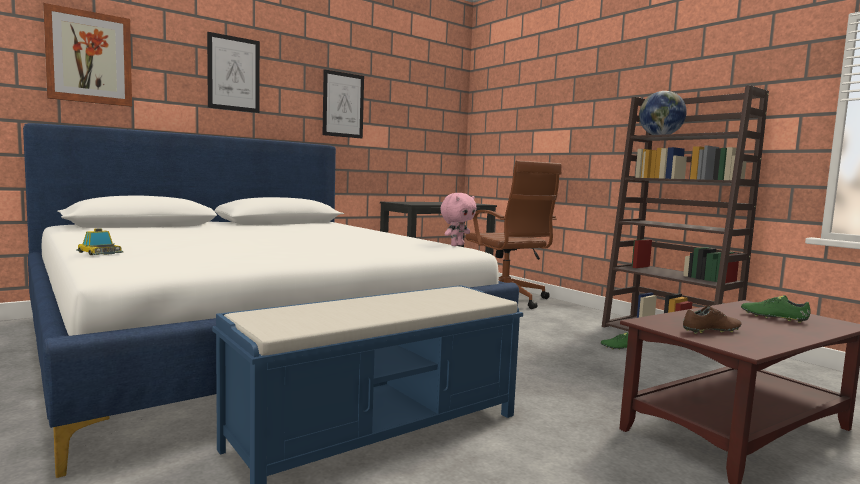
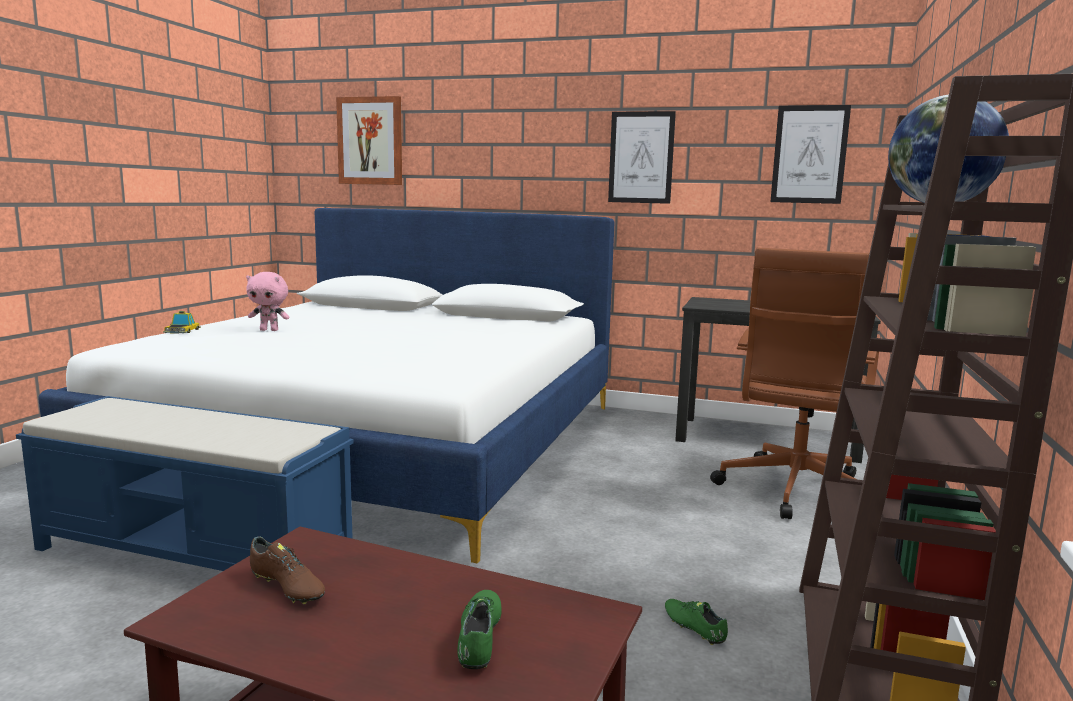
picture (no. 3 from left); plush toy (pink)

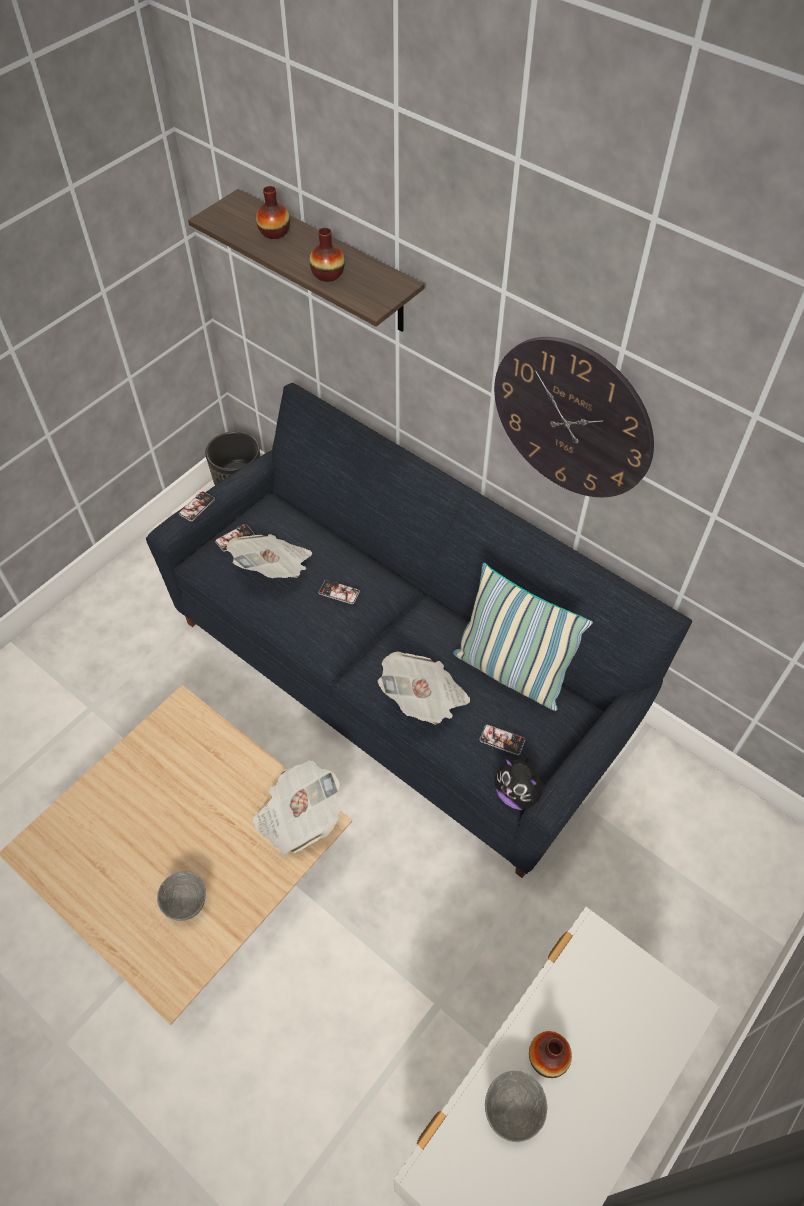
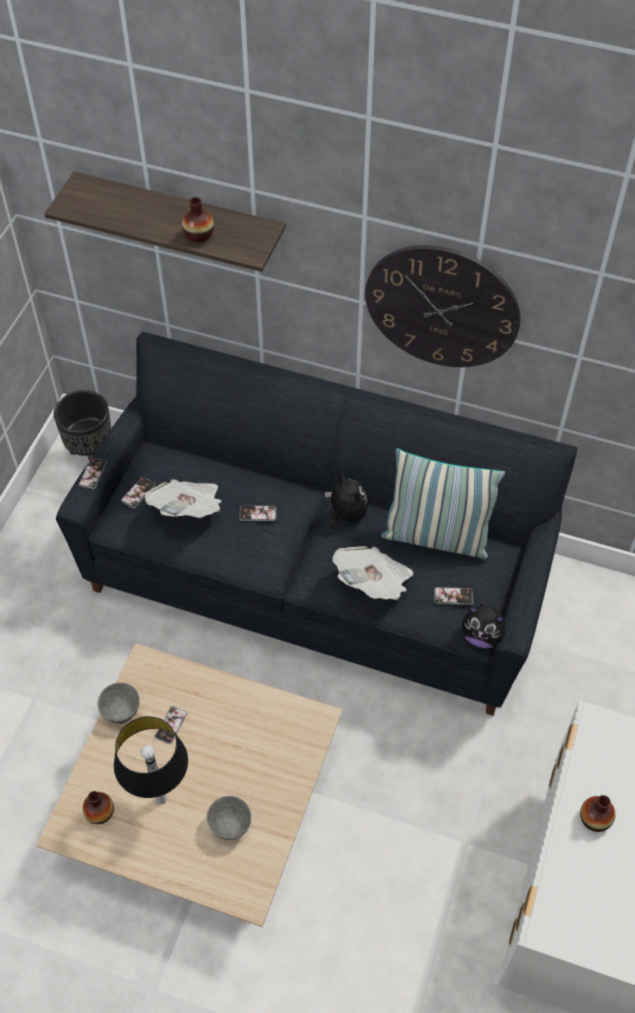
vase (no. 1 from left); newspaper (no. 2 from left in the first image); bowl (grey) (no. 1 from left); plush toy (no. 1 from left); phone (no. 3 from left); table lamp

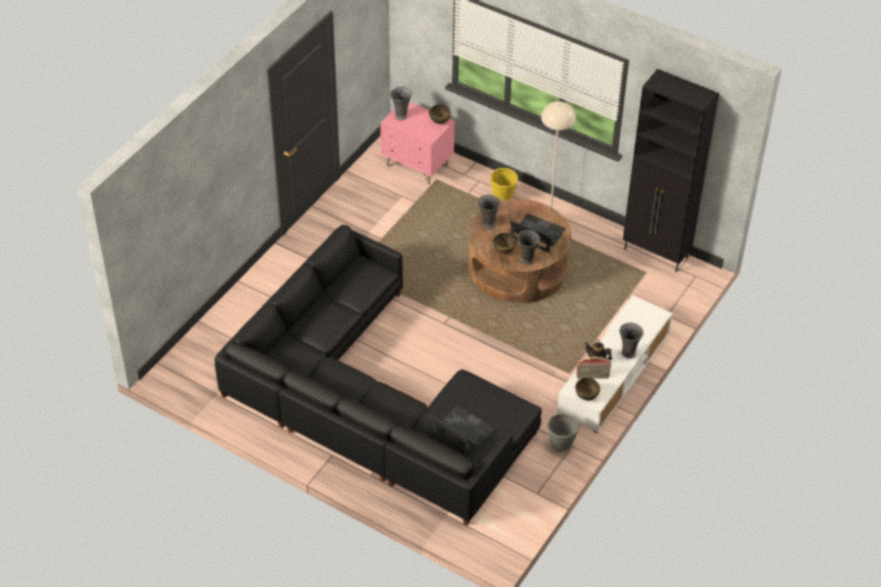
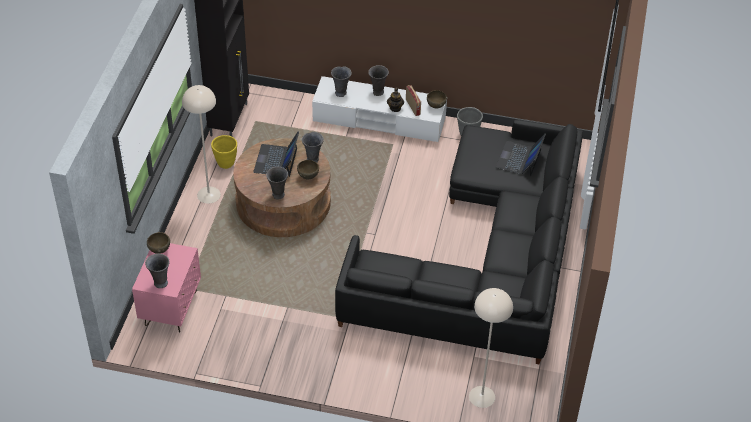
planter (yellow); vase (grey) (no. 4 from left); floor lamp (beige) (no. 2 from left)

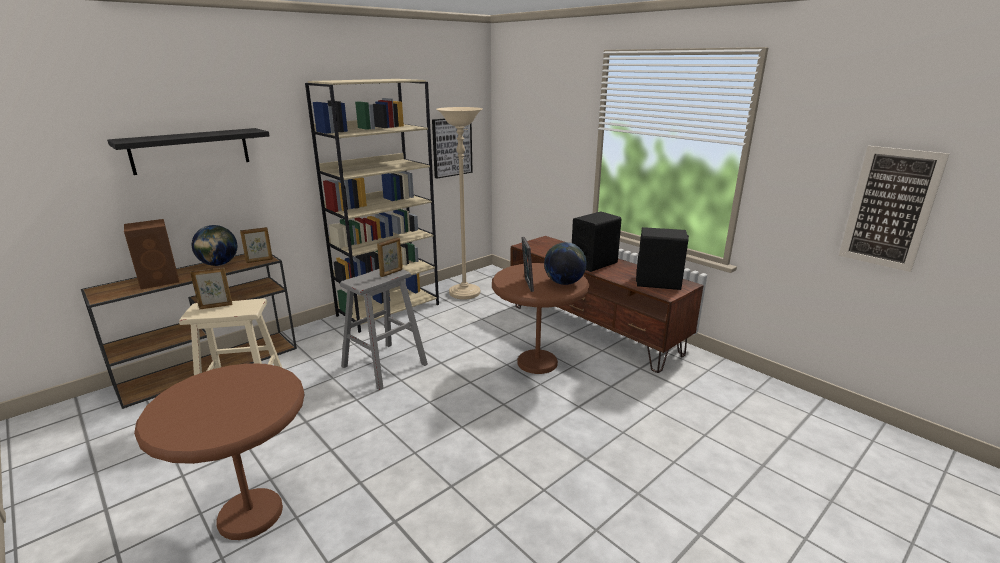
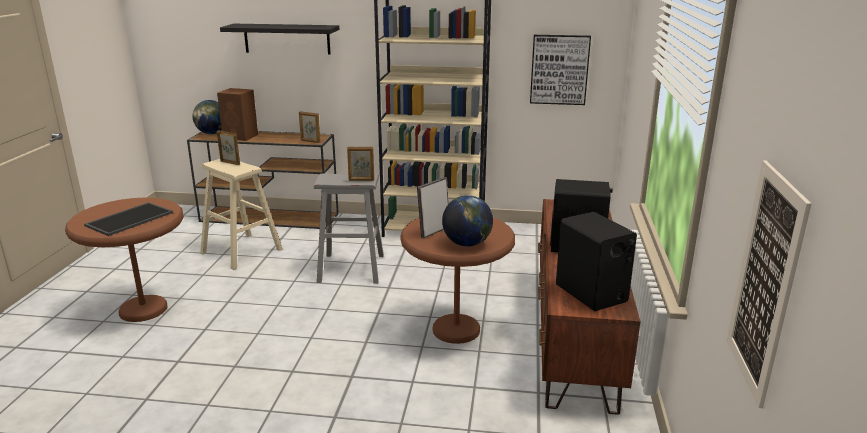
floor lamp (beige); globe (no. 1 from left); tray

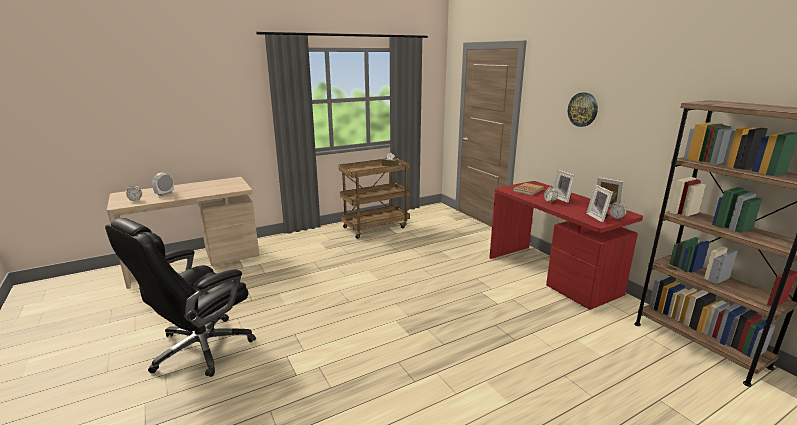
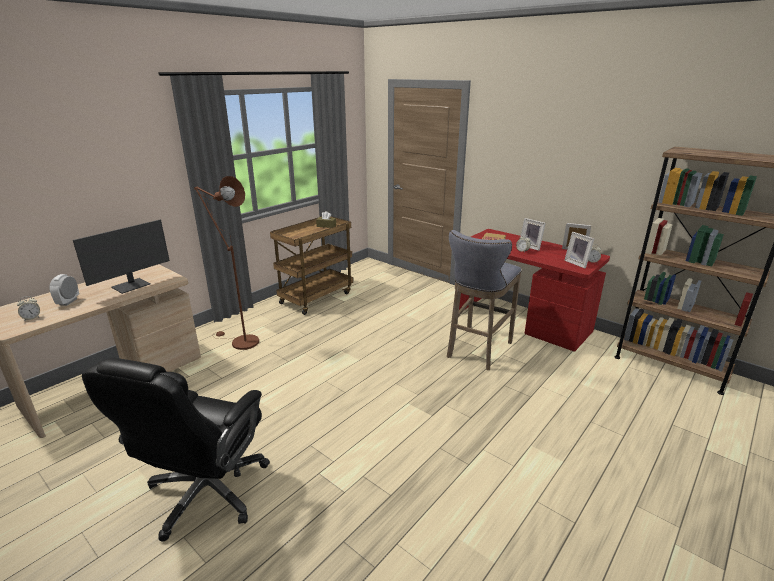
wall clock; floor lamp (brown); monitor; stool (grey)

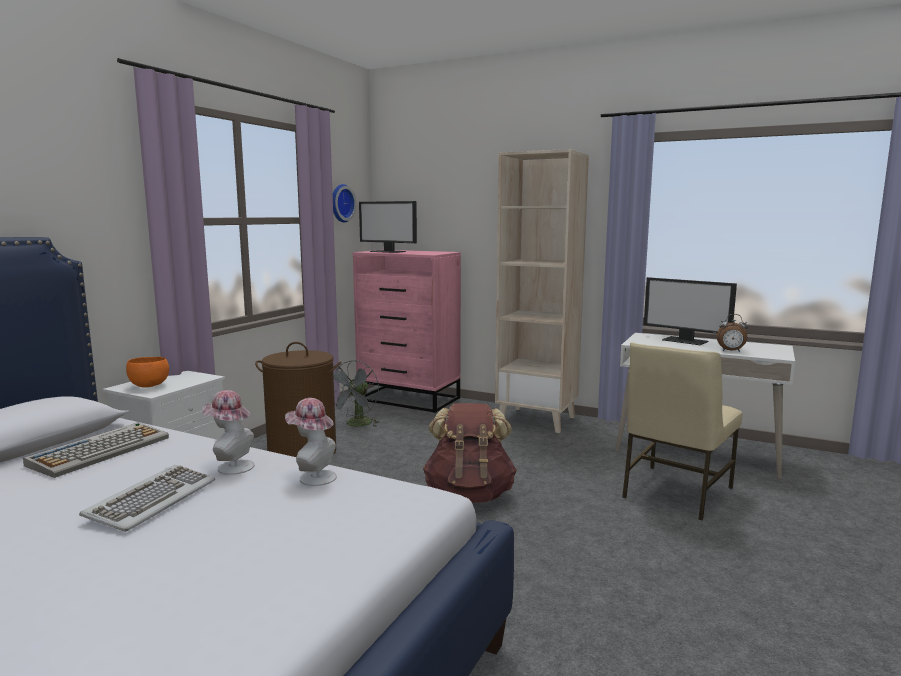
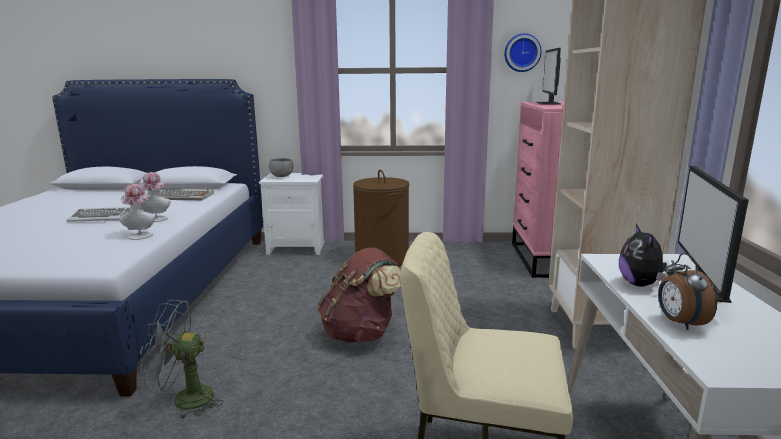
bowl (grey); fan (grey); plush toy

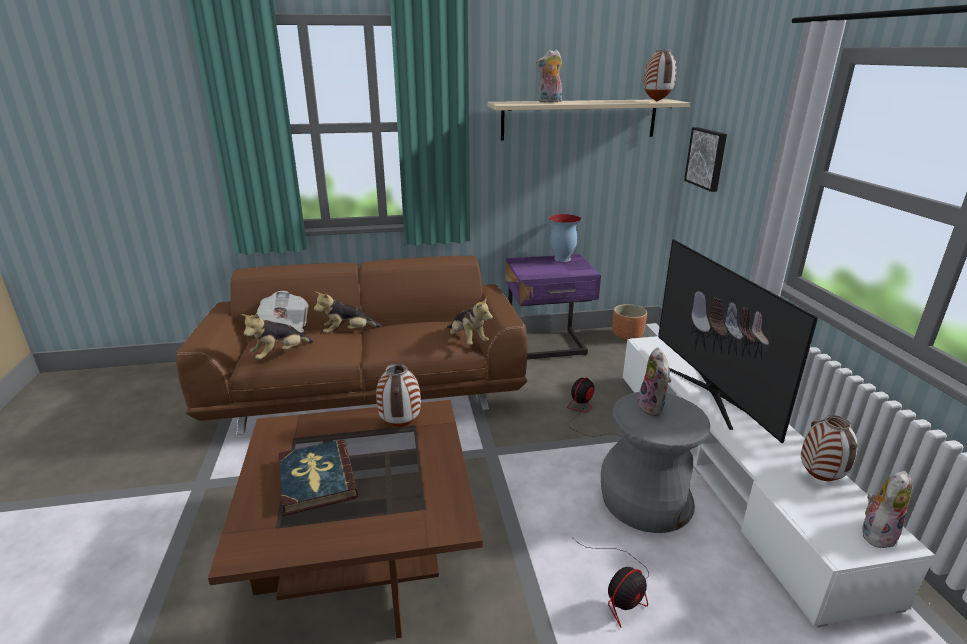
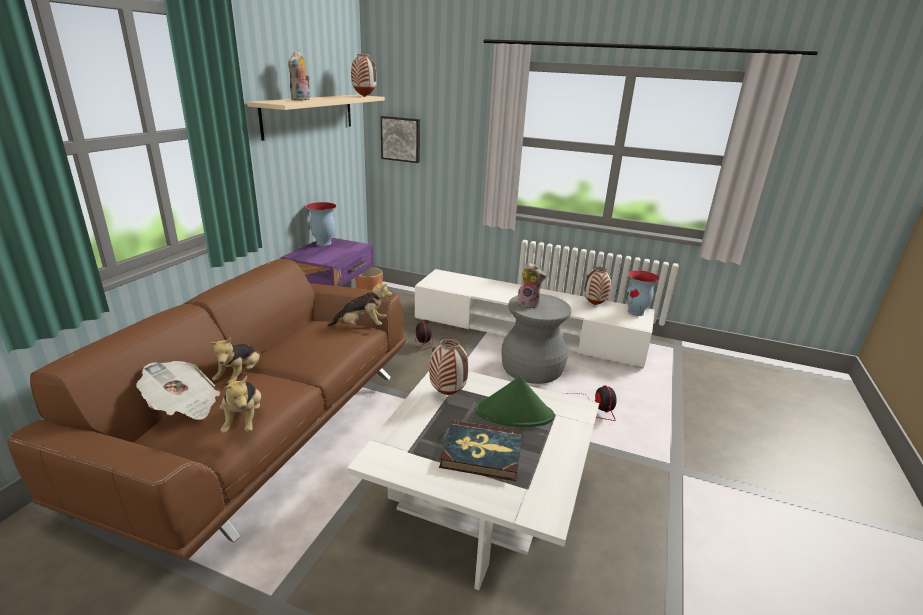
television; coffee table (white); vase (no. 5 from left); hat (green)

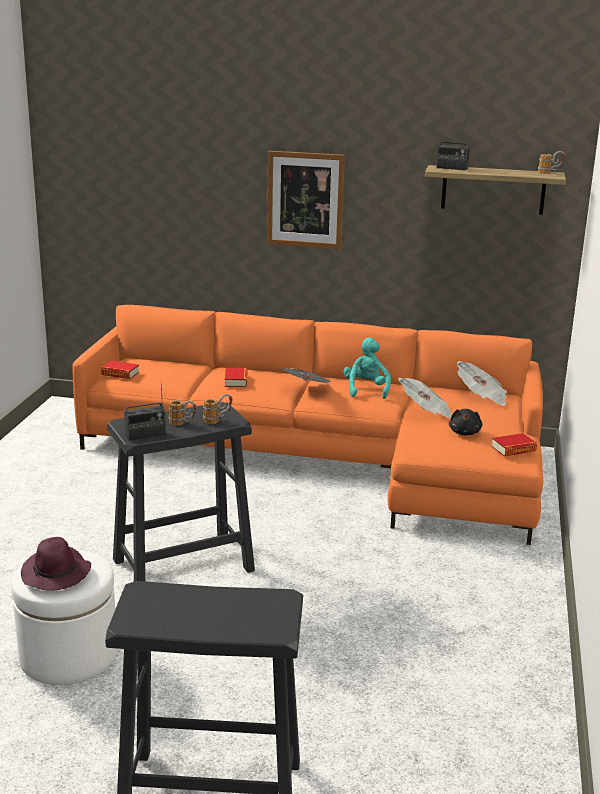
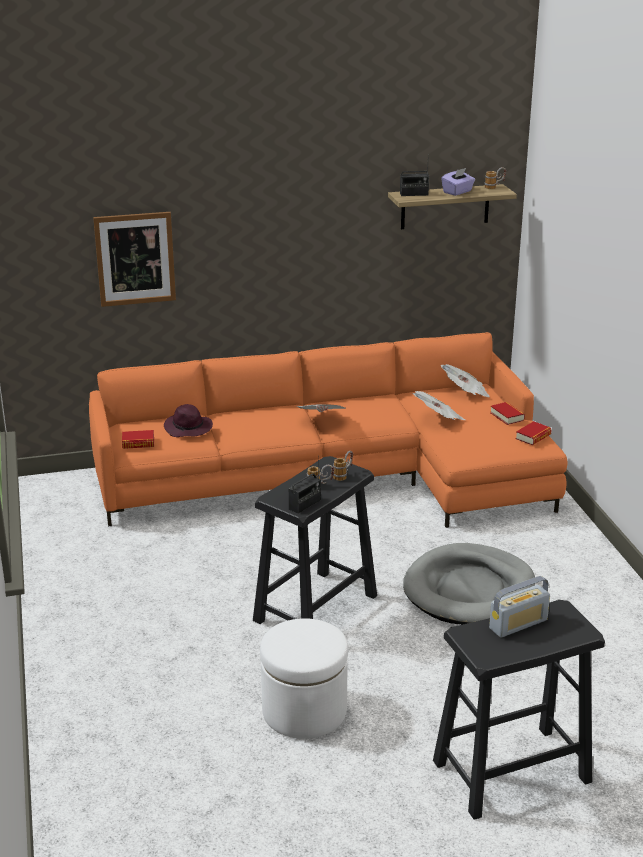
picture; plush toy (turquoise); book (no. 2 from left); plush toy (black); hat (purple); tissue box (purple); dog bed (grey); radio (no. 3 from left)

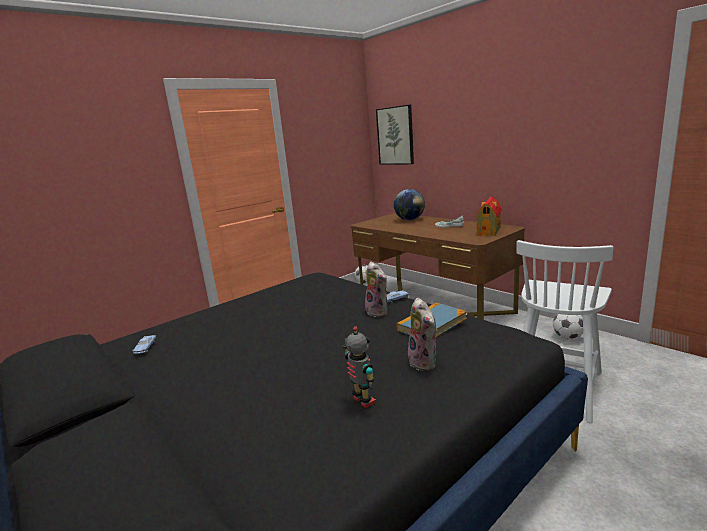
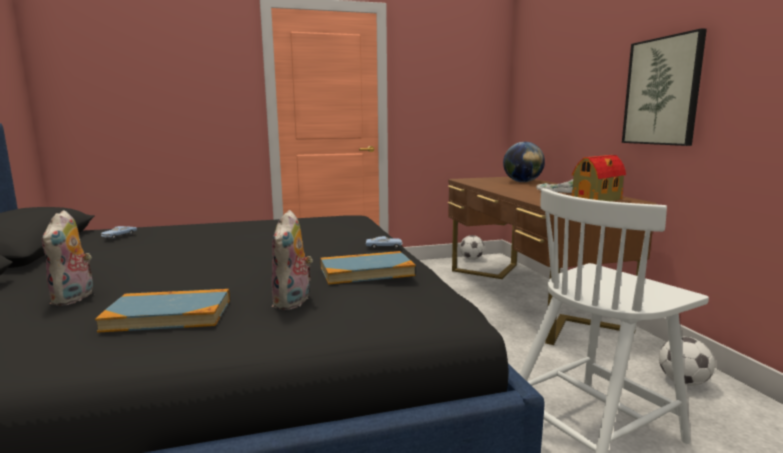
picture; plush toy (no. 1 from left); book (no. 1 from left)

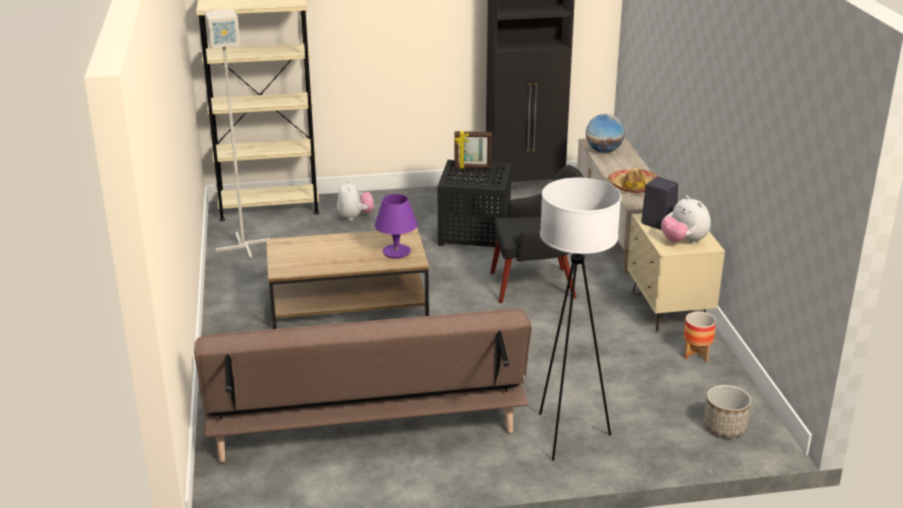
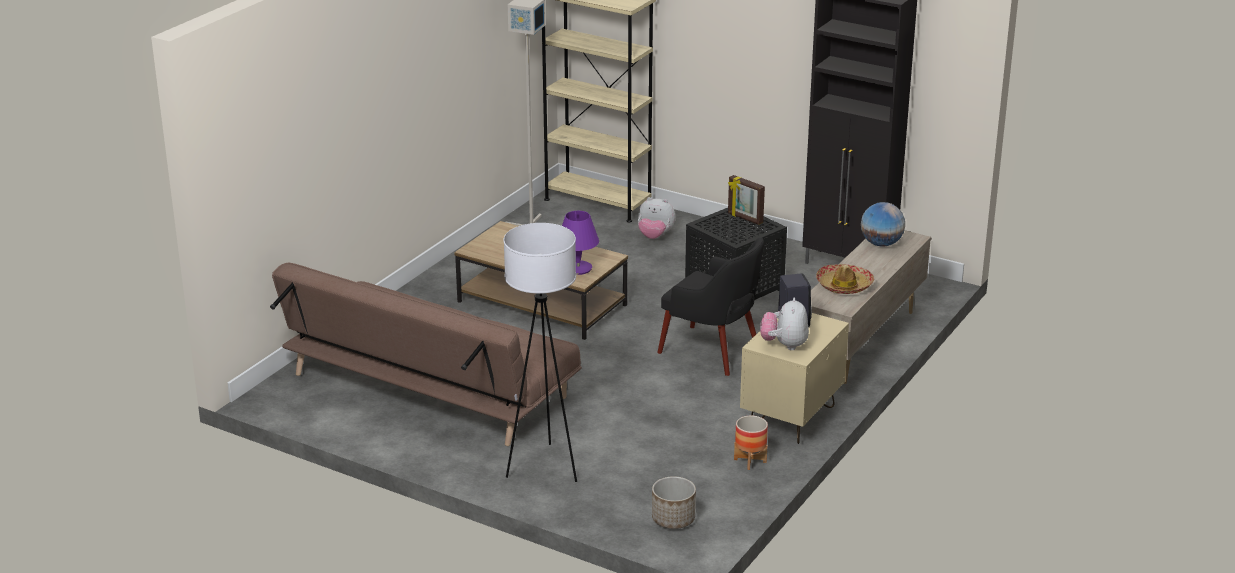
plush toy (no. 1 from left)

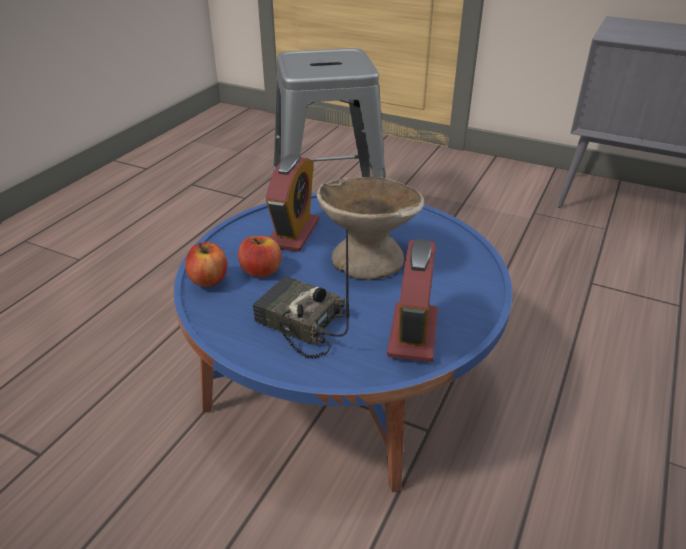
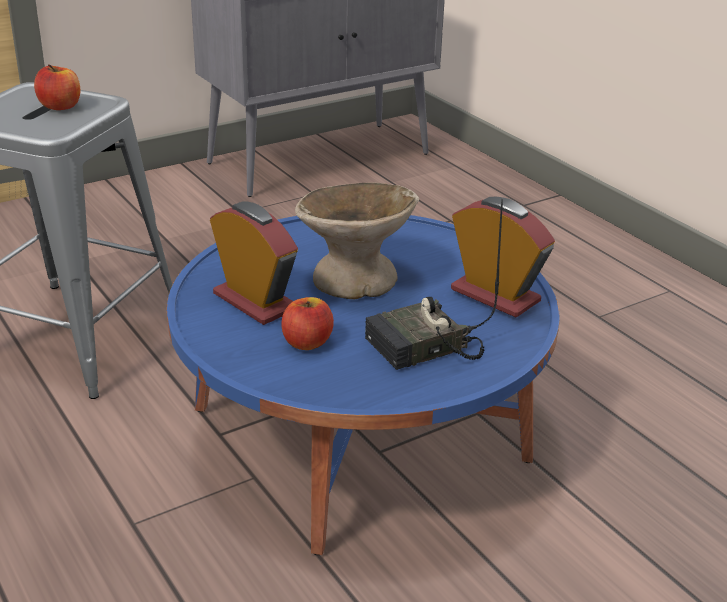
apple (no. 1 from left)

